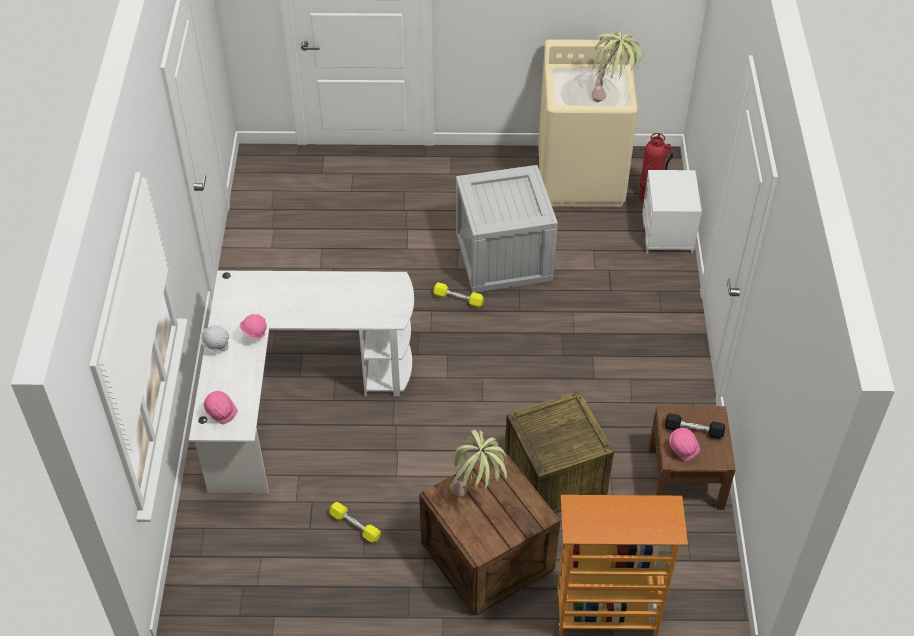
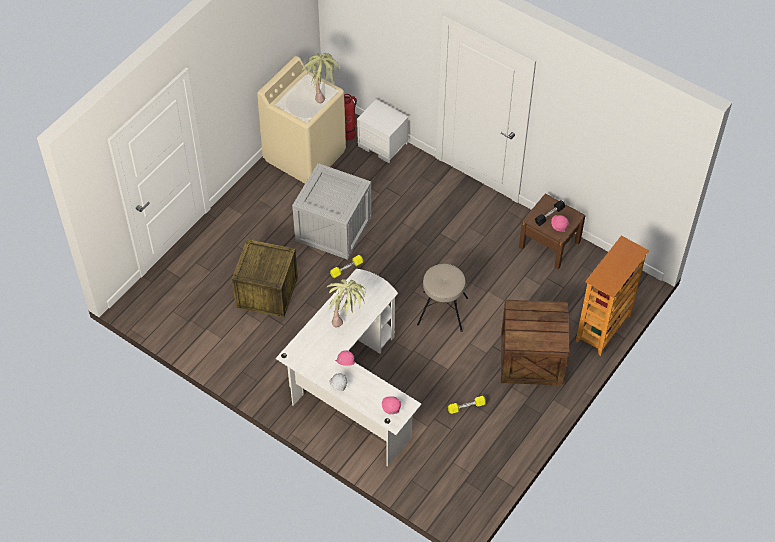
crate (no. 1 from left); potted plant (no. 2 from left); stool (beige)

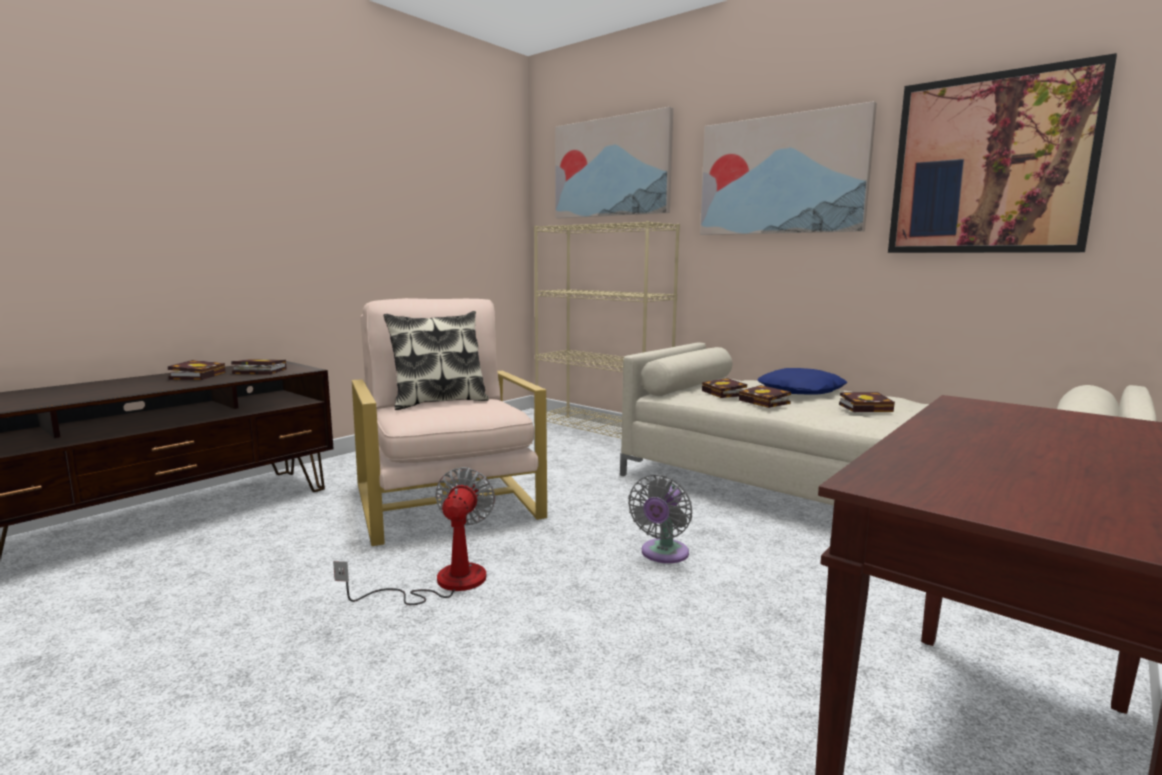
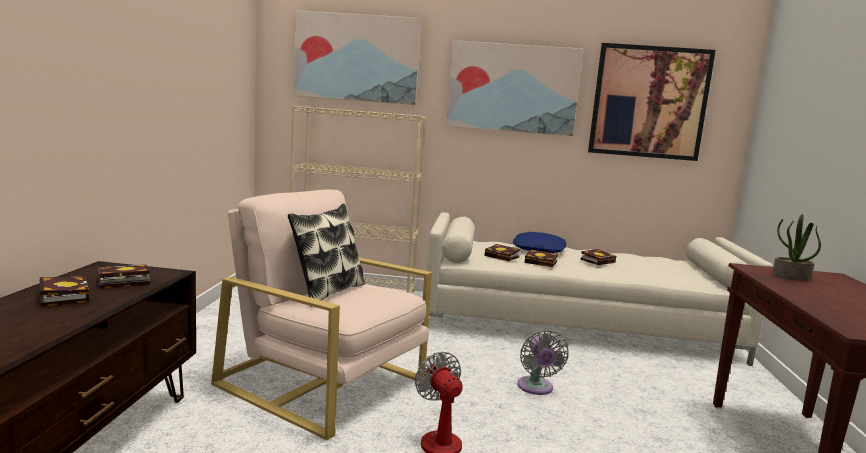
potted plant

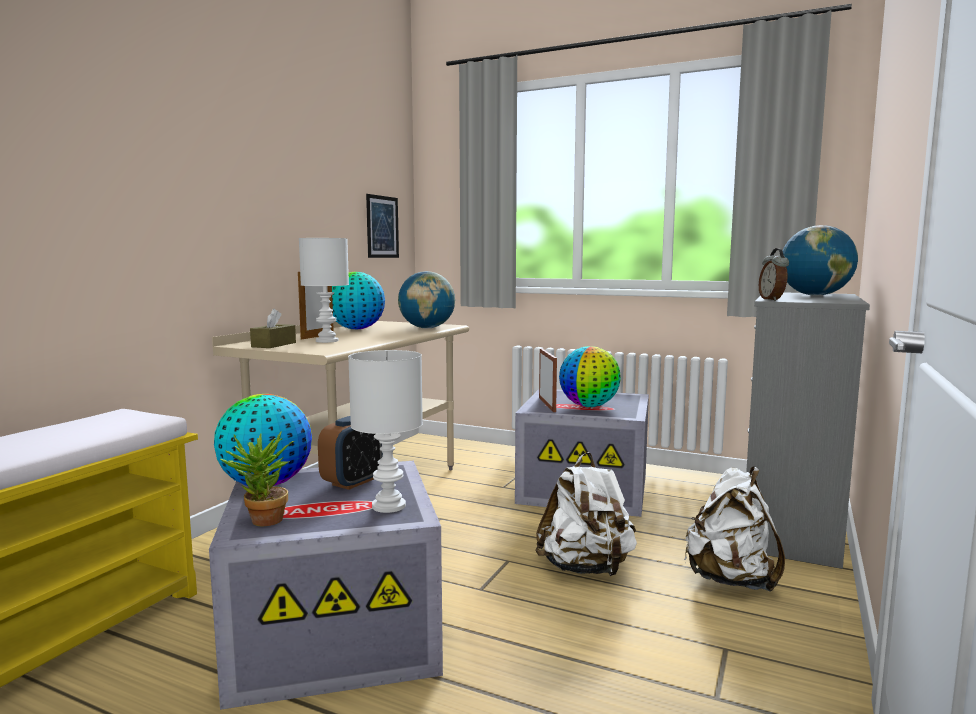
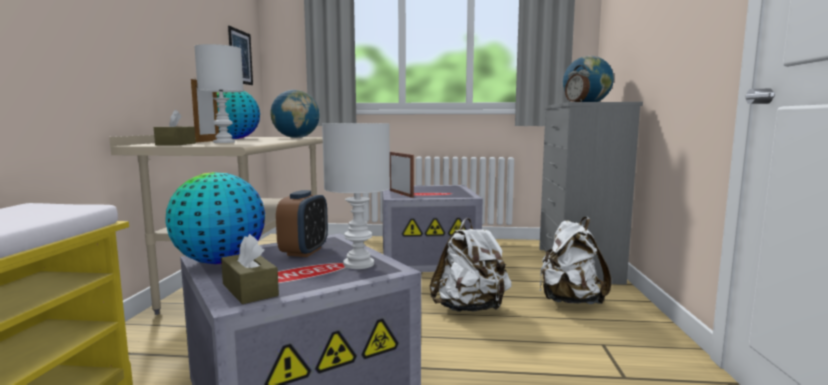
globe (no. 4 from left in the first image); tissue box (brown) (no. 2 from left)

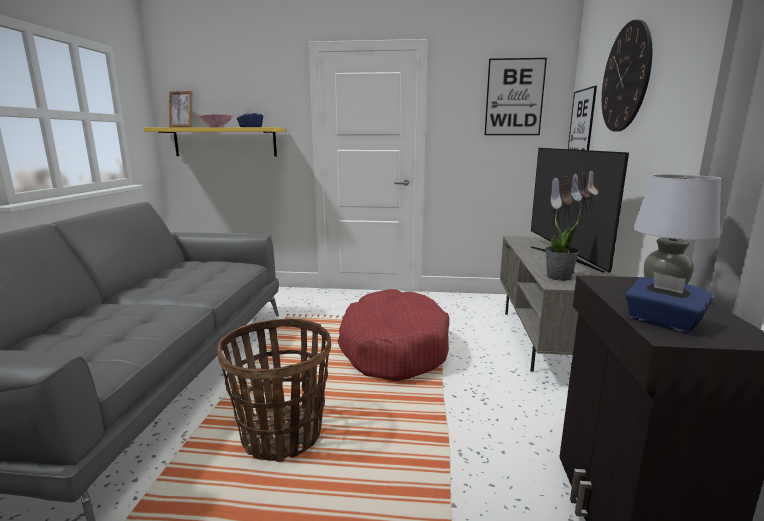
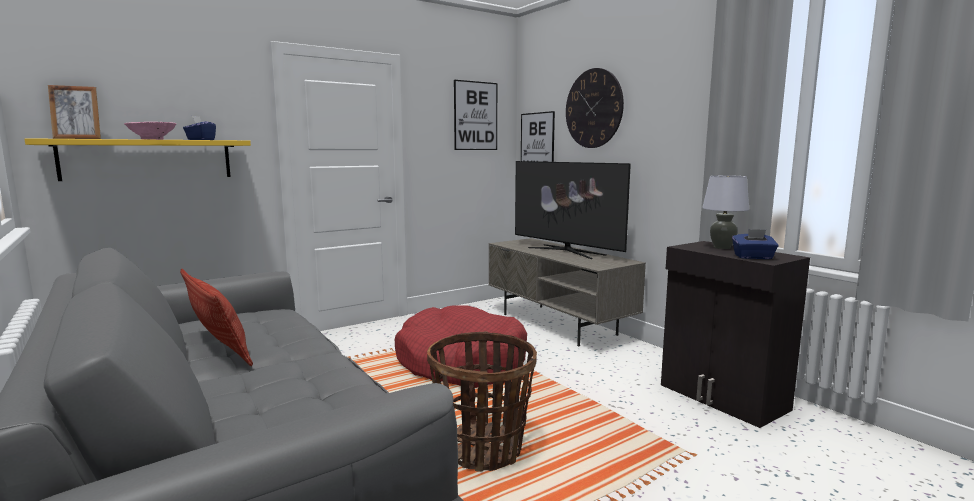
potted plant; pillow

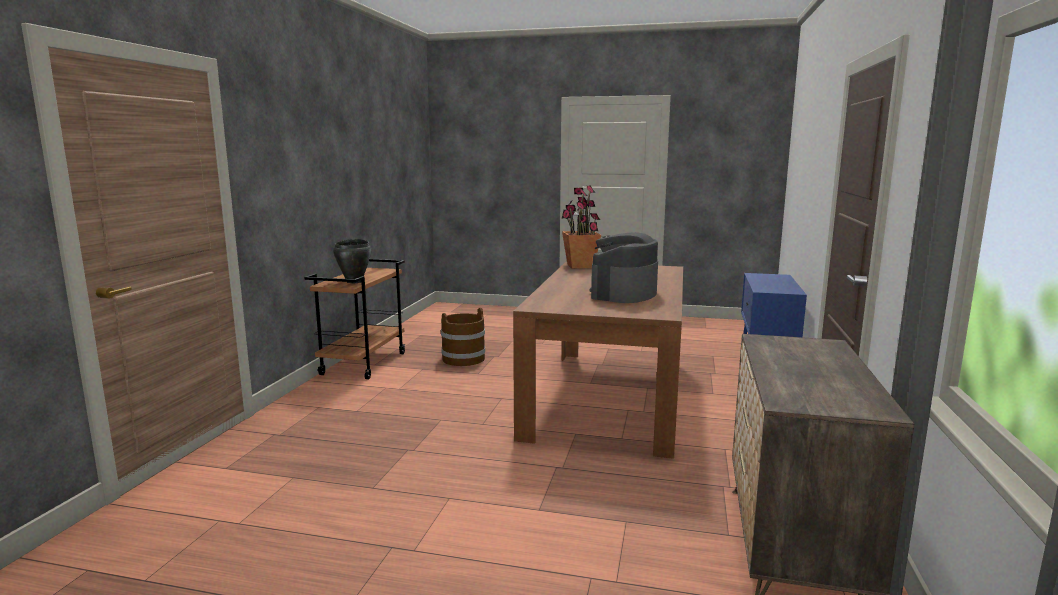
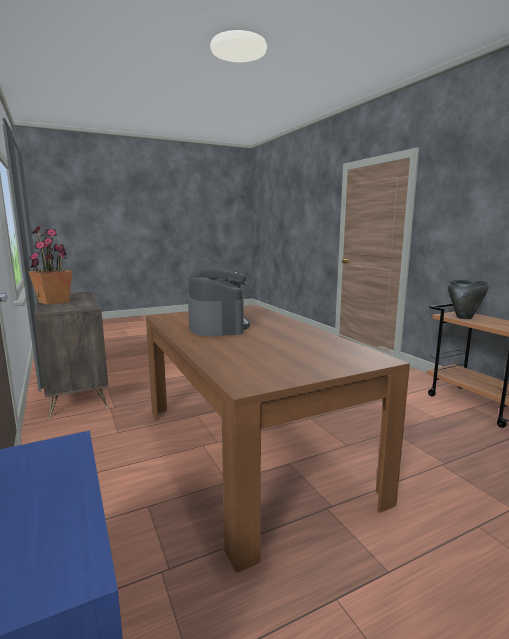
potted plant; bucket (brown)

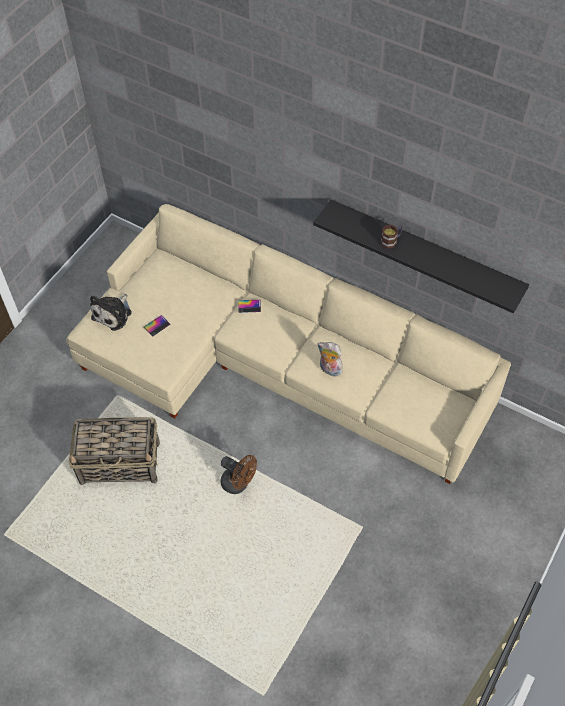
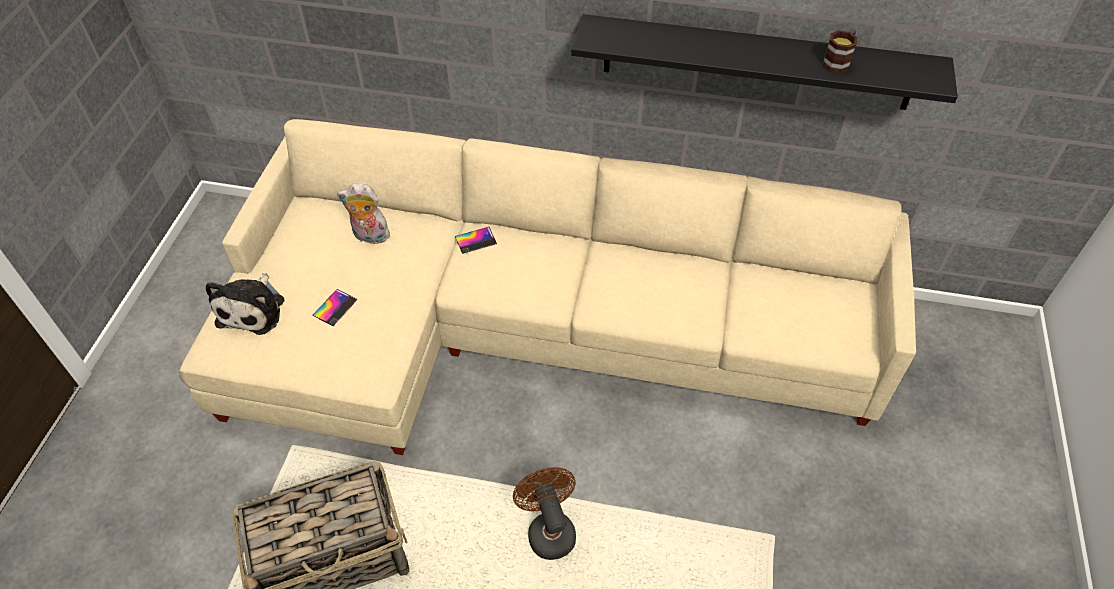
mug; plush toy (no. 2 from left); fan (brown)

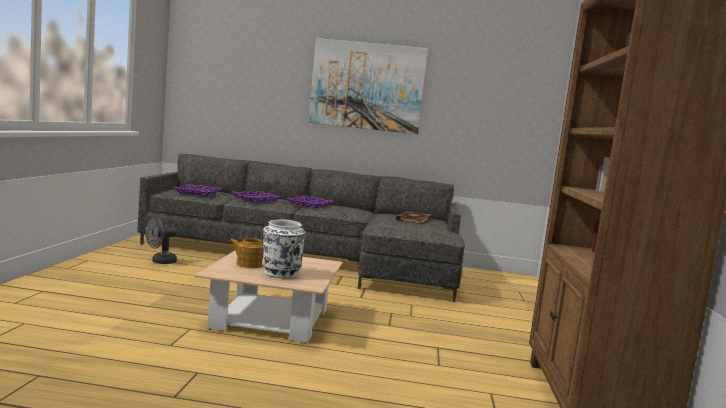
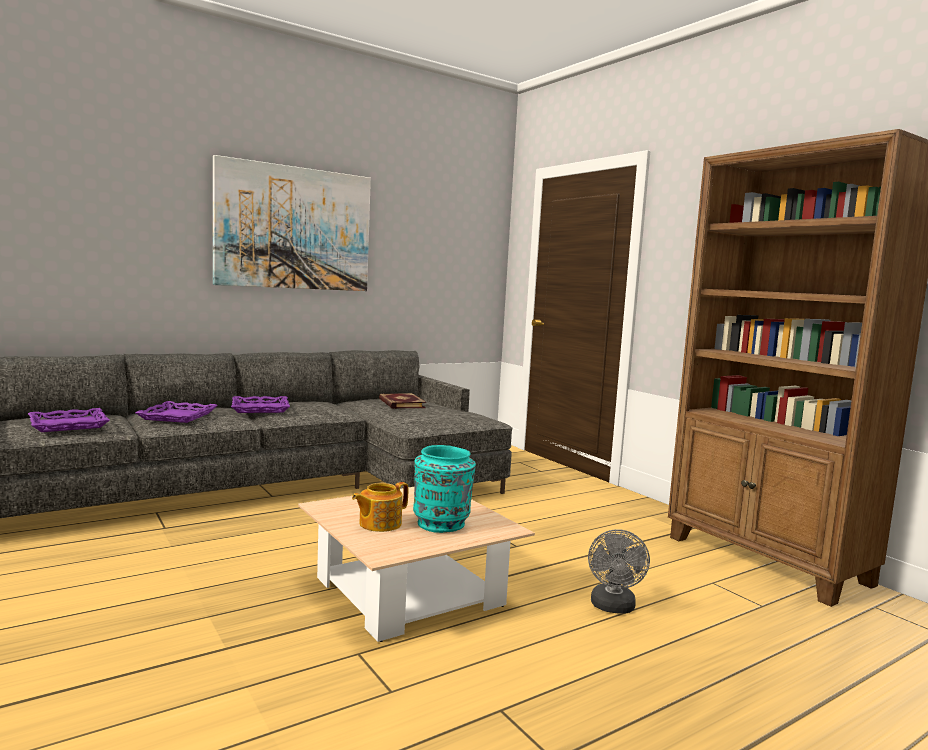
fan (grey); vase (turquoise)

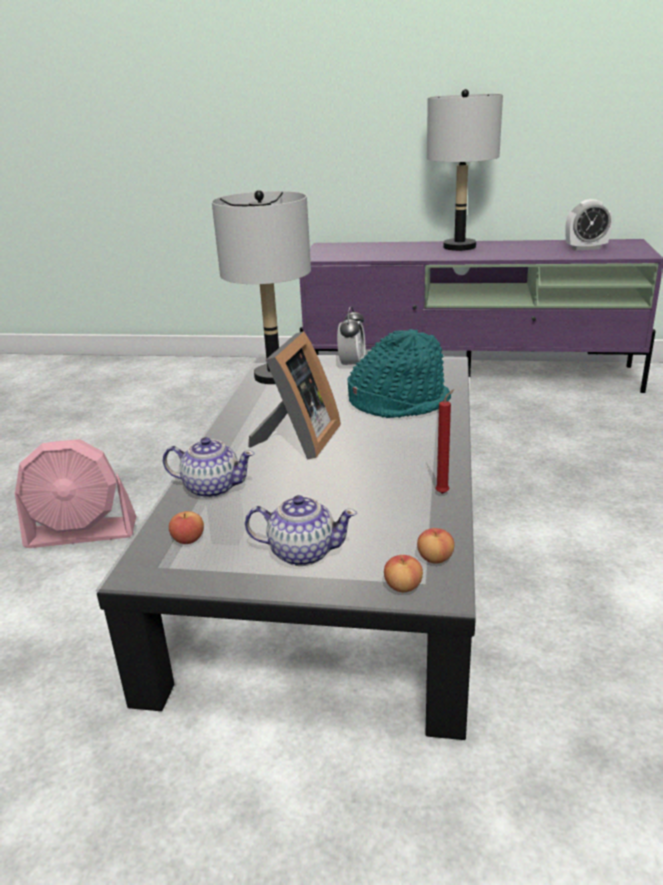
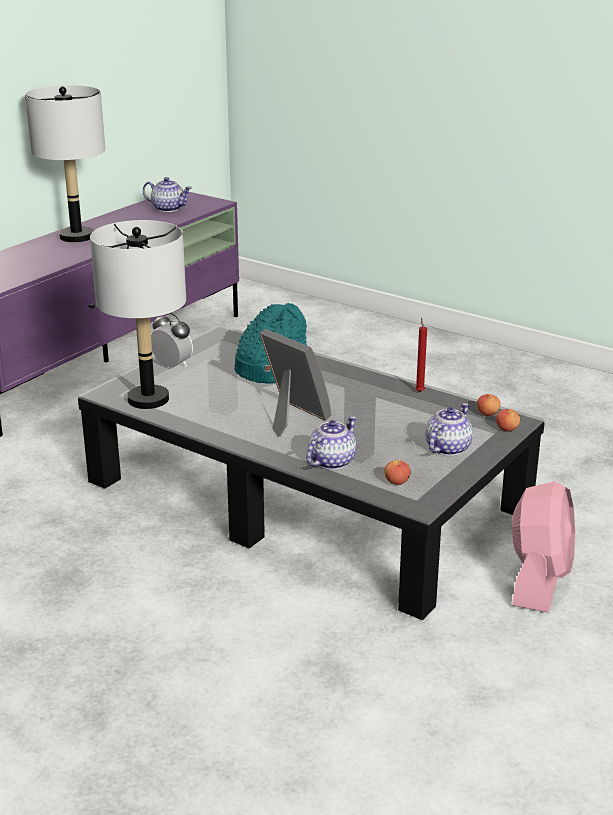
teapot (no. 1 from left); fan (pink)

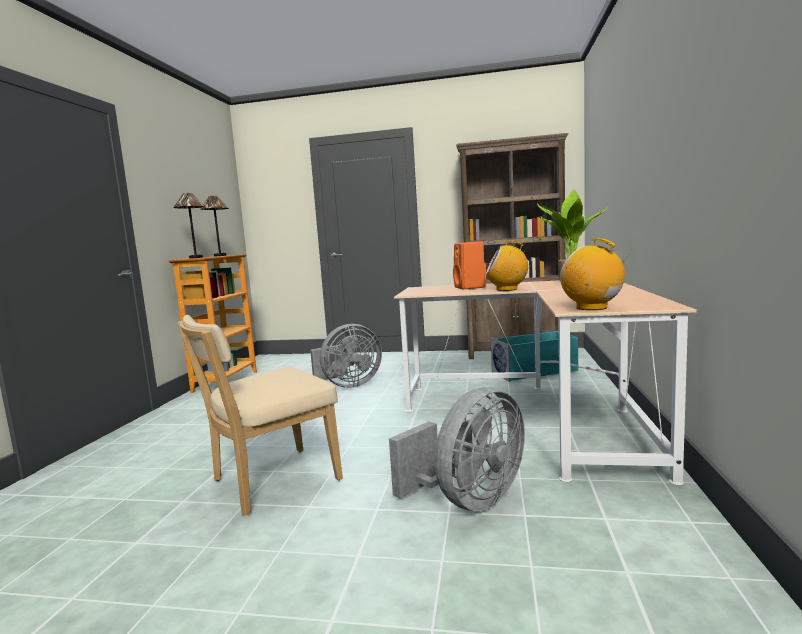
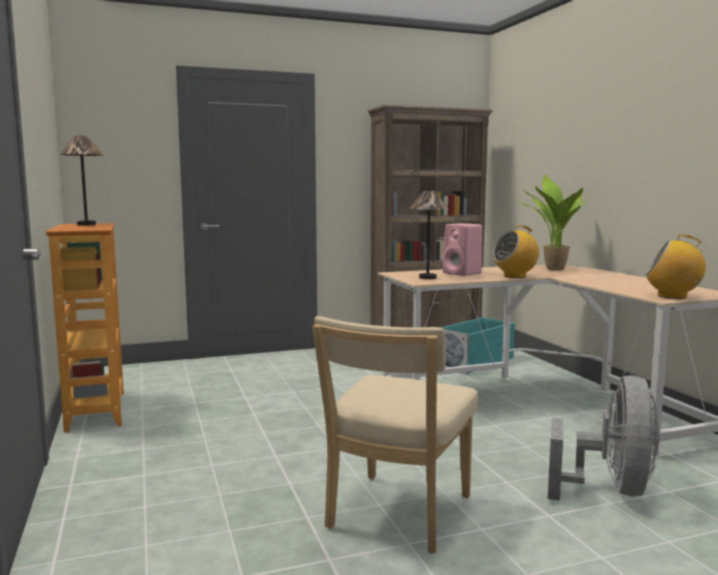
table lamp (no. 2 from left); speaker (pink); fan (grey) (no. 1 from left in the first image)

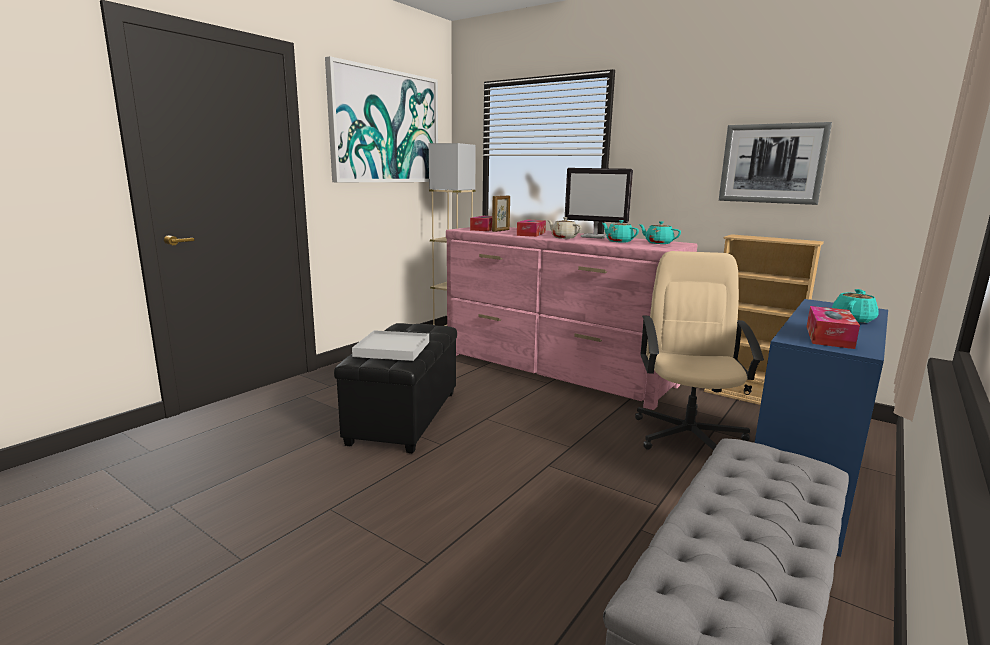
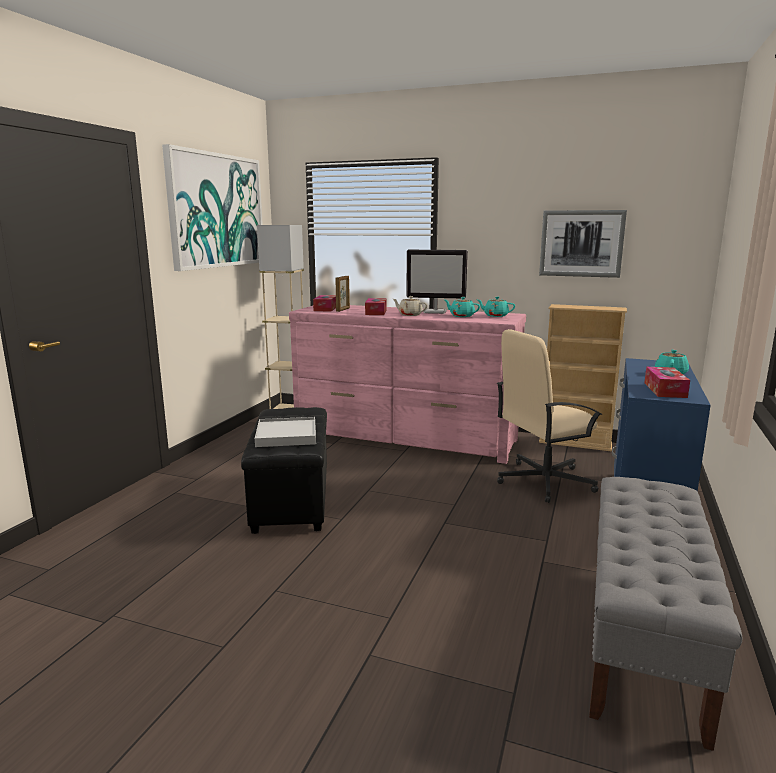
office chair (beige)

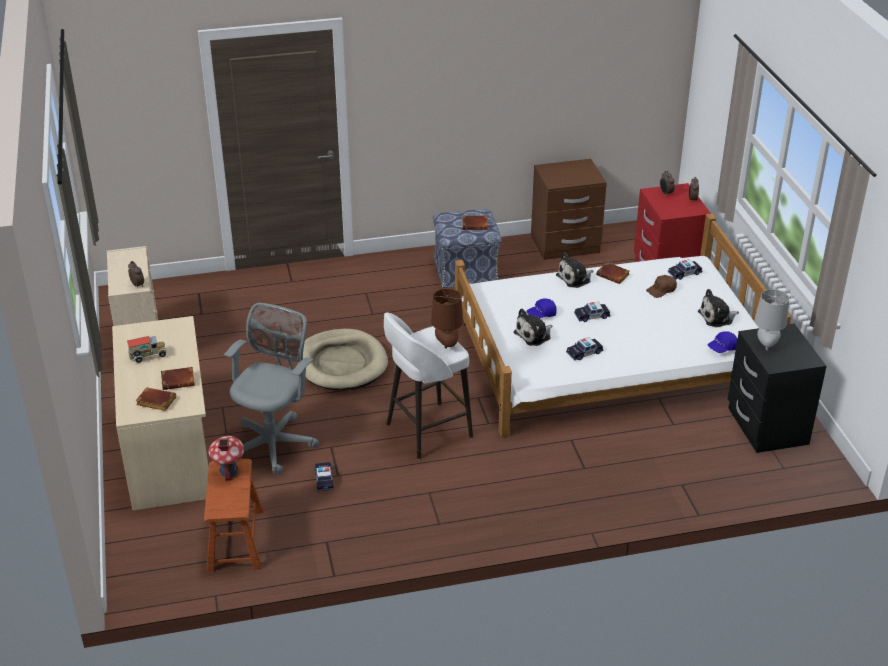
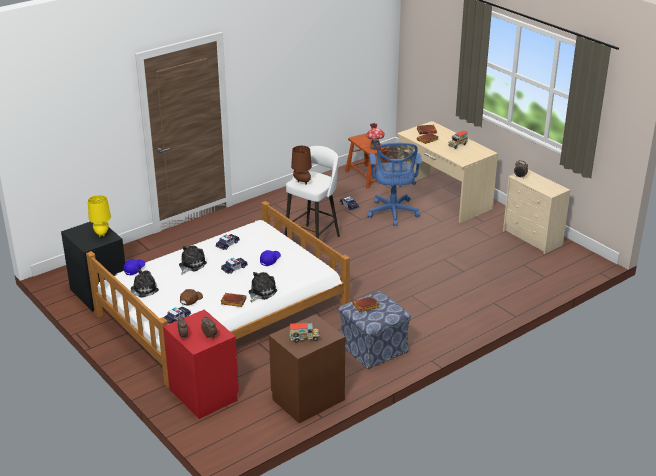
table lamp (yellow); office chair (blue); plush toy (no. 2 from left); dog bed (beige); toy truck (no. 1 from left)

